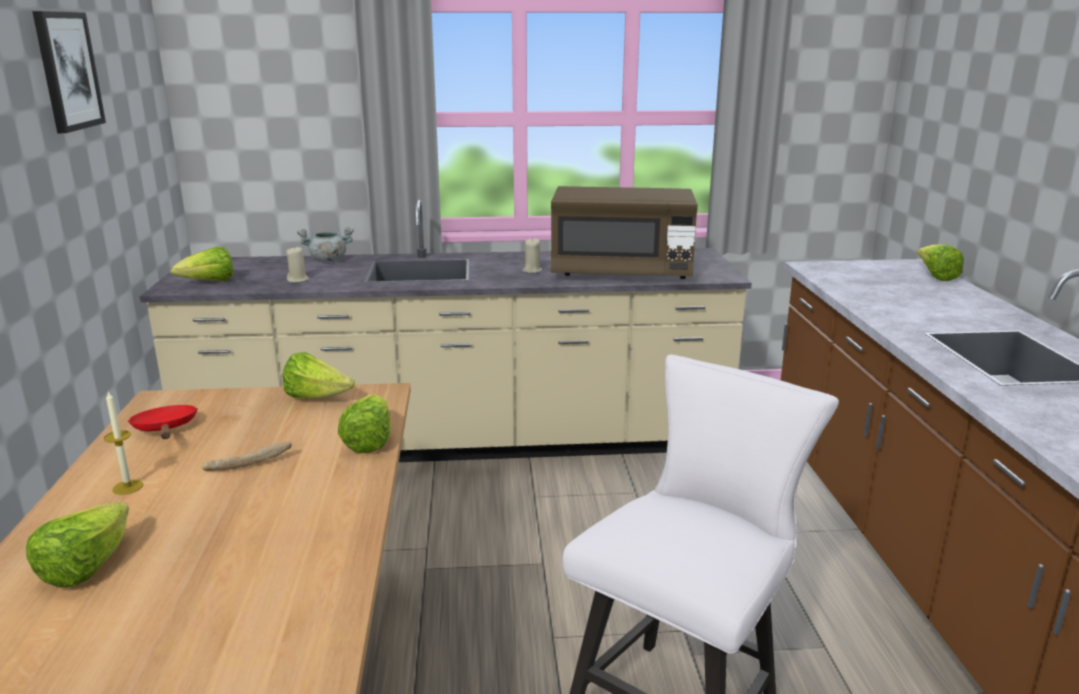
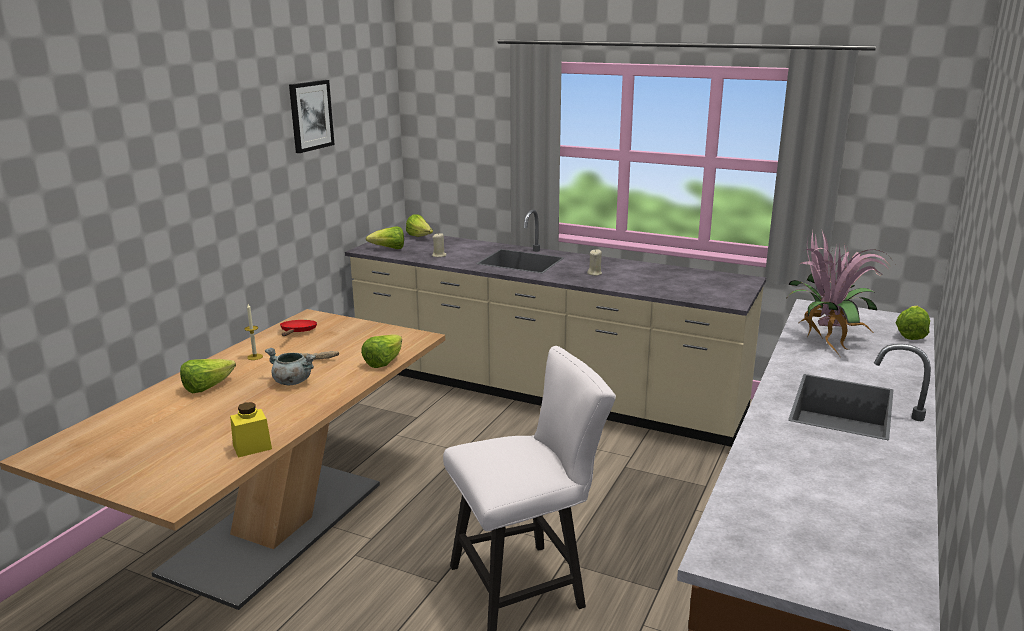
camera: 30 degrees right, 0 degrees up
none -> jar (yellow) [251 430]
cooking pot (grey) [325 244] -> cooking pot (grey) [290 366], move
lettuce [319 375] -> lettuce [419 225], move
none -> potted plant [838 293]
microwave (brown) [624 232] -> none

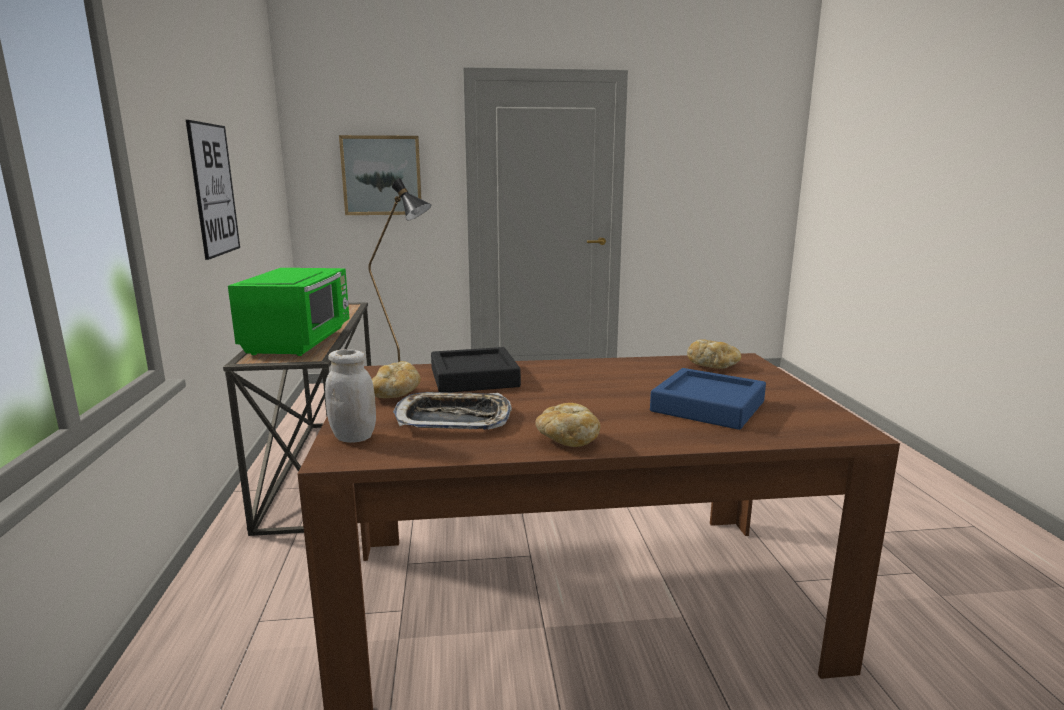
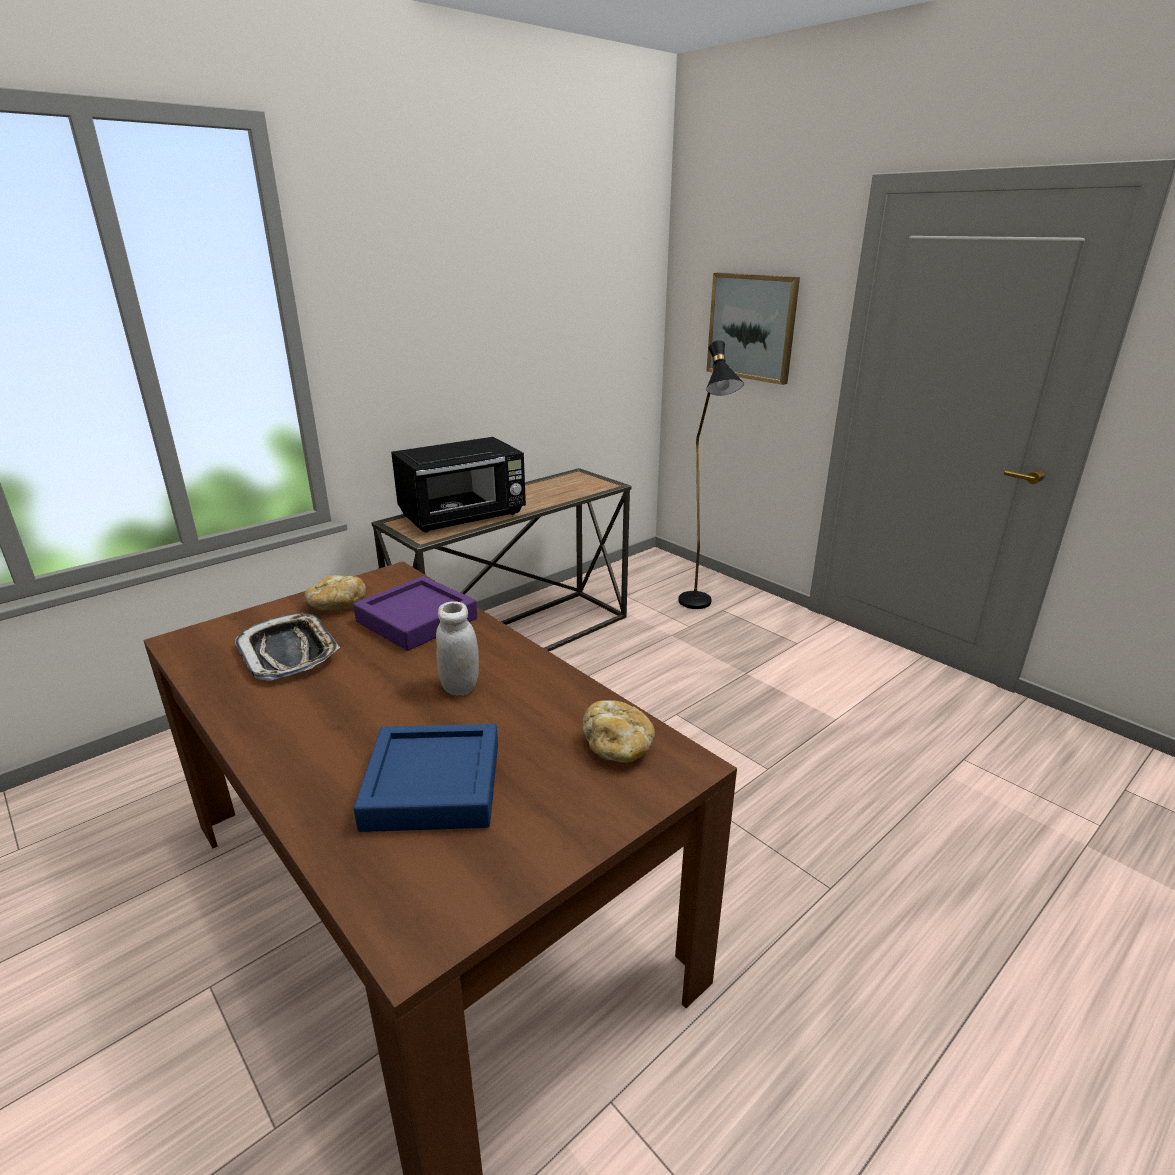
camera: 55 degrees right, 10 degrees up
tray (black) [476 369] -> tray (purple) [415 613]
microwave (green) [288 312] -> microwave (black) [458 484]
jar (white) [350 396] -> jar (white) [457 648], move
picture [213 190] -> none
bread [568 425] -> none

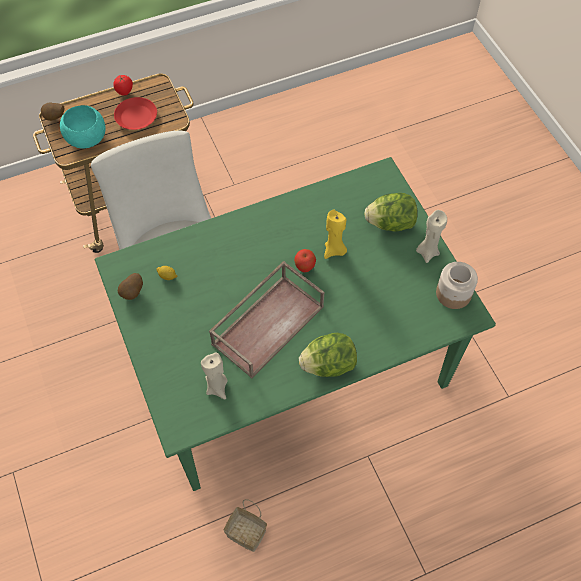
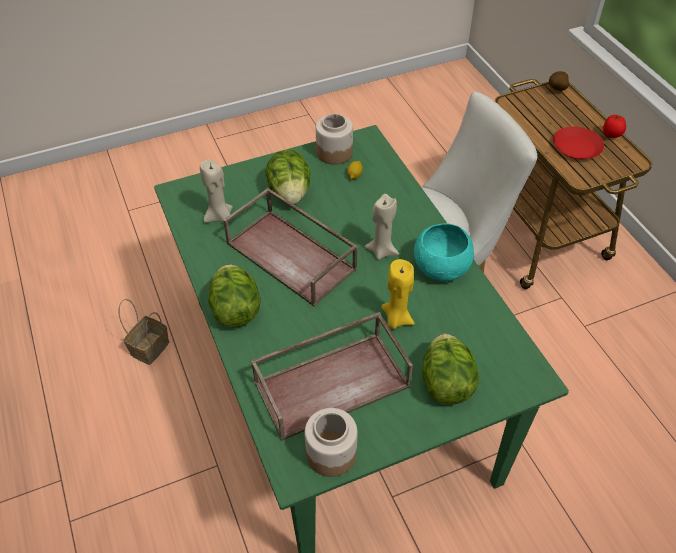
camera: 90 degrees right, 10 degrees down
none -> tray (brown) [332 376]
none -> lettuce [288 177]
potato [130 286] -> jar [334 139]
candle (beige) [431 236] -> candle (beige) [381 227], move
bowl (turquoise) [83 127] -> bowl (turquoise) [444 252], move
apple [305 260] -> none

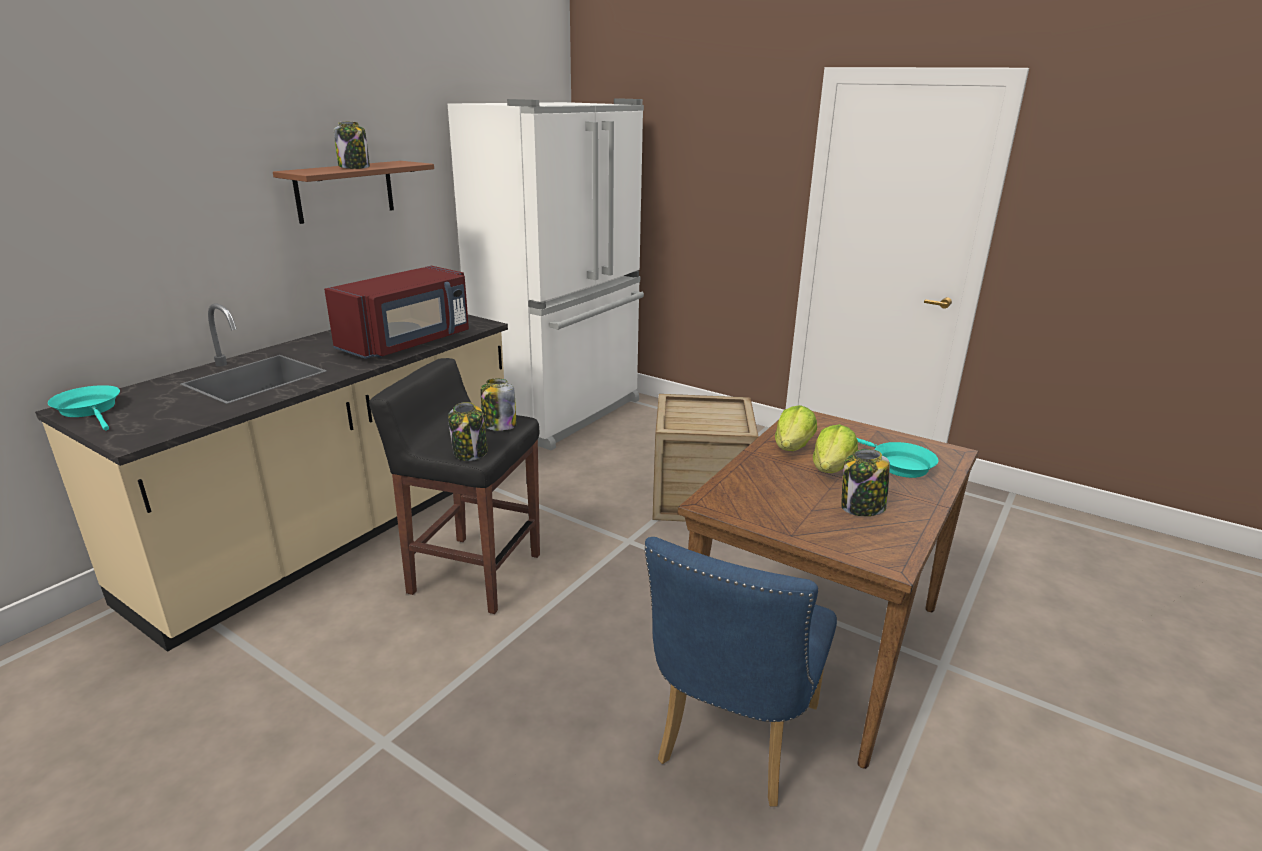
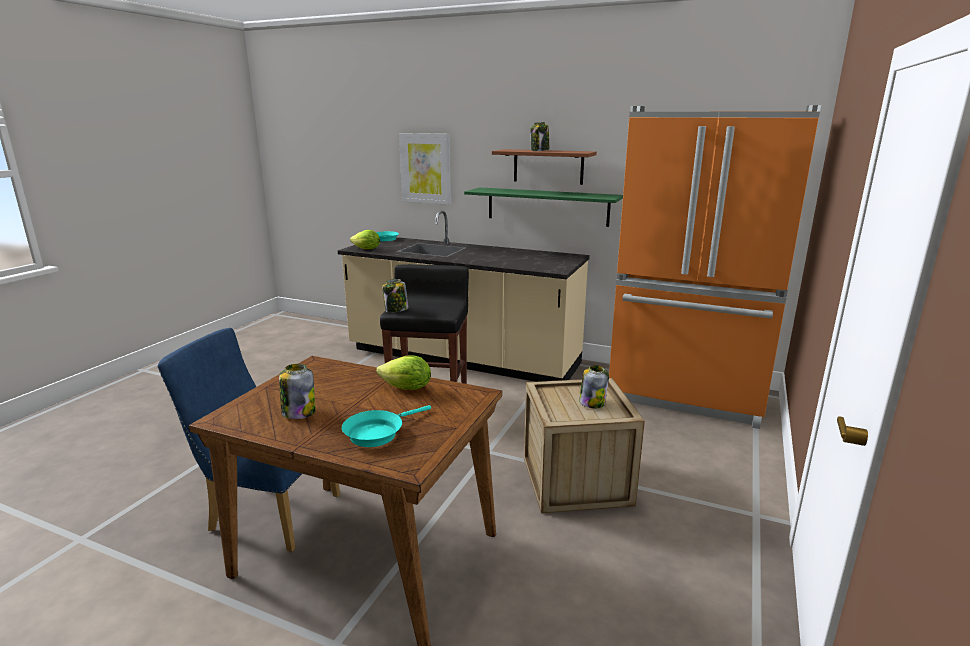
camera: 80 degrees right, 5 degrees down
lettuce [835 448] -> lettuce [365 239], move
none -> picture [425 169]
none -> shelf (green) [543 207]
jar [498 405] -> jar [594 386], move
fridge (white) [546 274] -> fridge (orange) [715 267]
microwave (red) [396 312] -> none

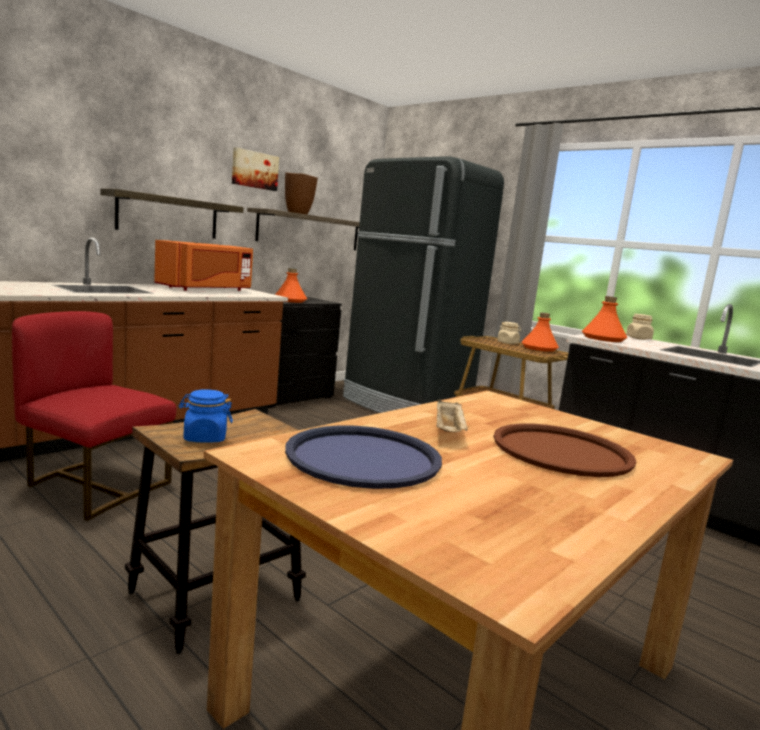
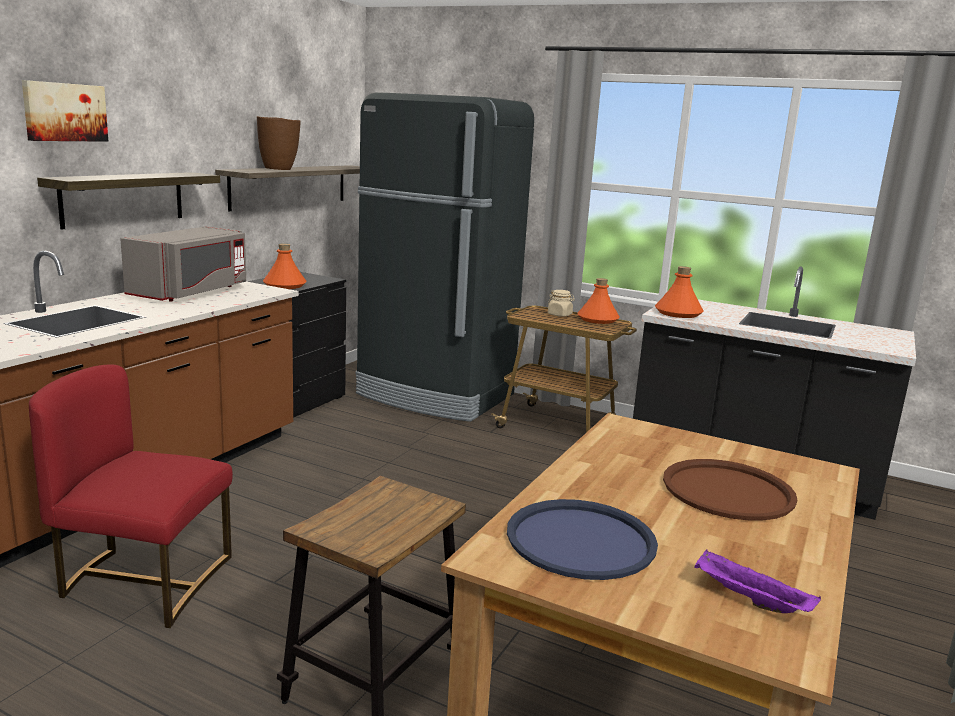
camera: 15 degrees left, 5 degrees up
picture [255 169] -> picture [65 111], move
microwave (orange) [203 265] -> microwave (grey) [183 264]
none -> tray (purple) [757 581]
jar (blue) [206 416] -> none
tray (beige) [453 415] -> none
jar (beige) [640 327] -> none

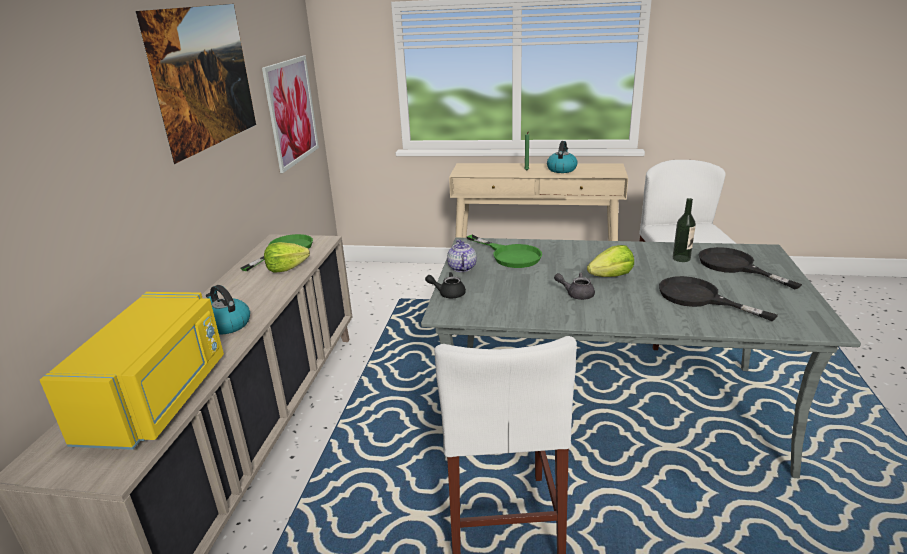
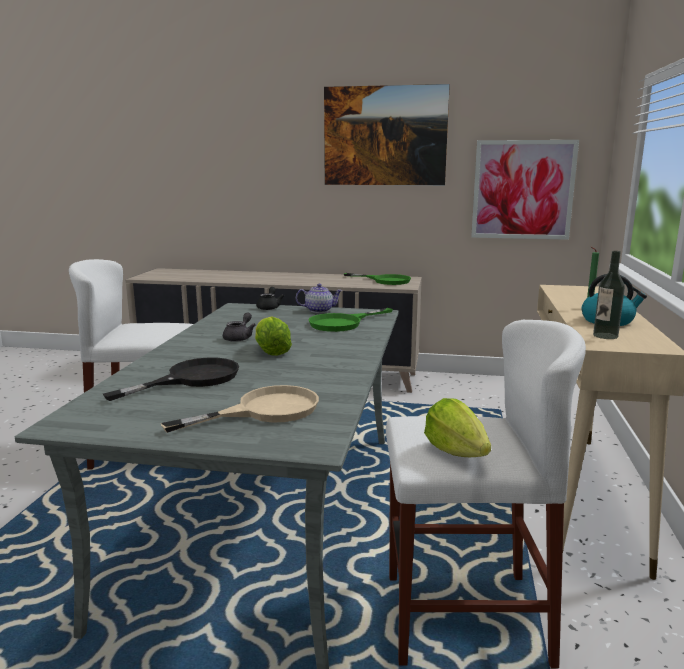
camera: 90 degrees right, 10 degrees down
frying pan (black) [750 268] -> frying pan (beige) [240 409]
lettuce [287 257] -> lettuce [457 427], move
bottle [684 230] -> bottle [609 295], move
microwave (yellow) [132 371] -> none
kettle [228 309] -> none

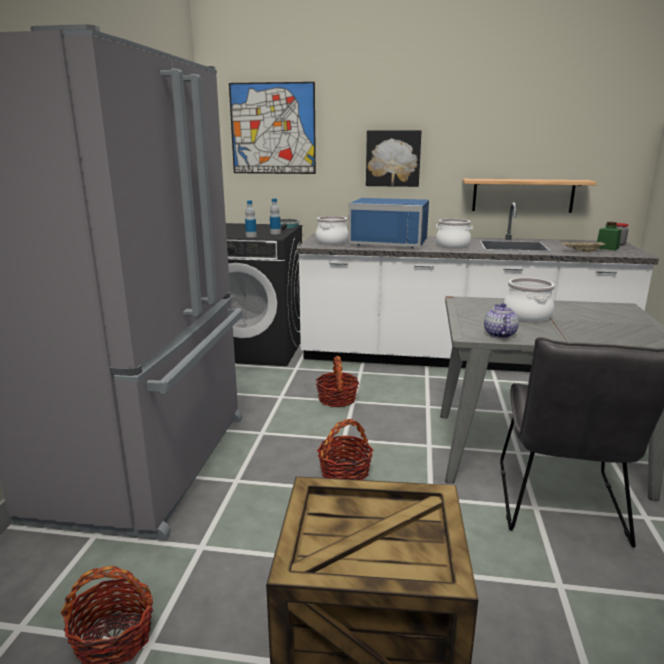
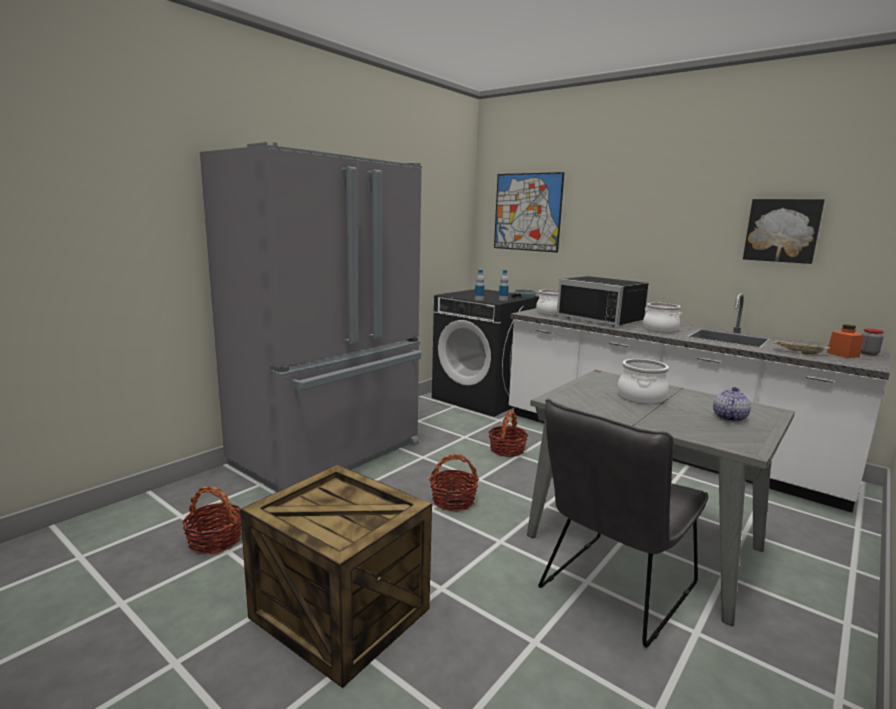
camera: 30 degrees right, 5 degrees down
microwave (blue) [388 223] -> microwave (black) [603 301]
teapot [501 320] -> teapot [732 404], move
picture [394 158] -> picture [784 231], move
jar (green) [609 236] -> jar (orange) [845 341]
shelf [529 196] -> none

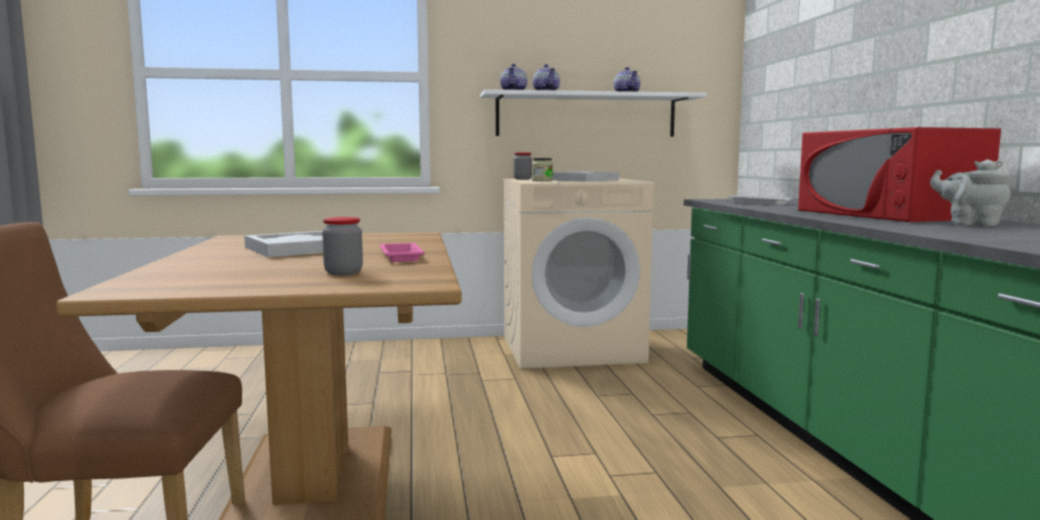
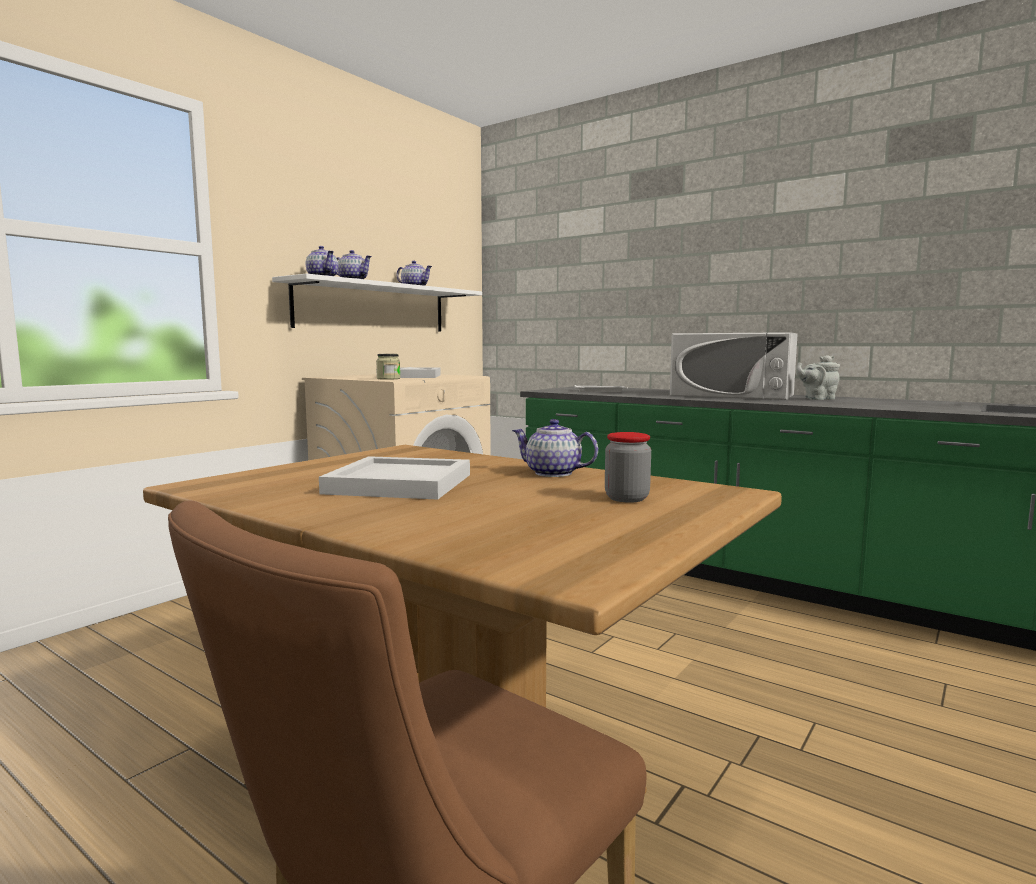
camera: 45 degrees left, 0 degrees up
tray (pink) [402 252] -> teapot [555 448]
microwave (red) [899 174] -> microwave (white) [734 366]
jar [523 166] -> none

